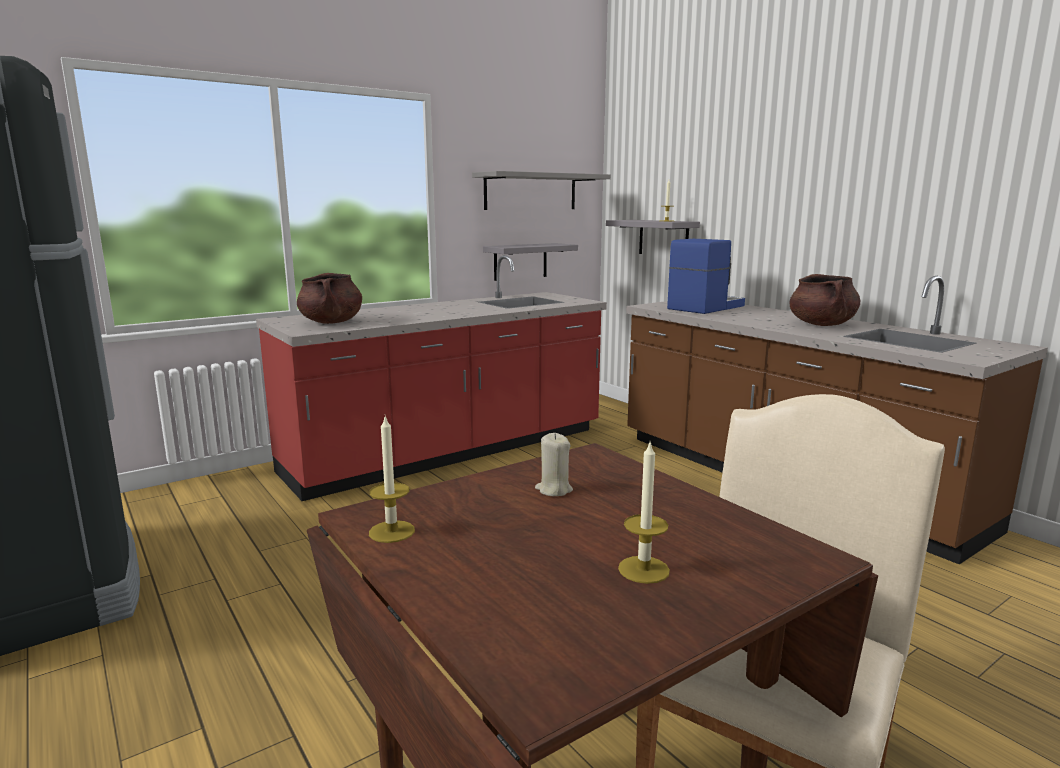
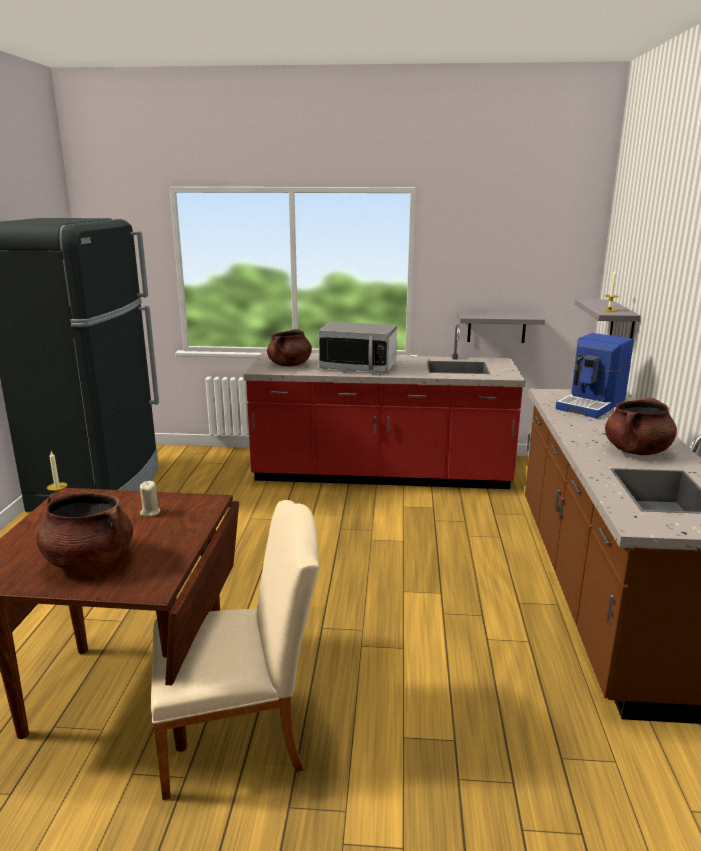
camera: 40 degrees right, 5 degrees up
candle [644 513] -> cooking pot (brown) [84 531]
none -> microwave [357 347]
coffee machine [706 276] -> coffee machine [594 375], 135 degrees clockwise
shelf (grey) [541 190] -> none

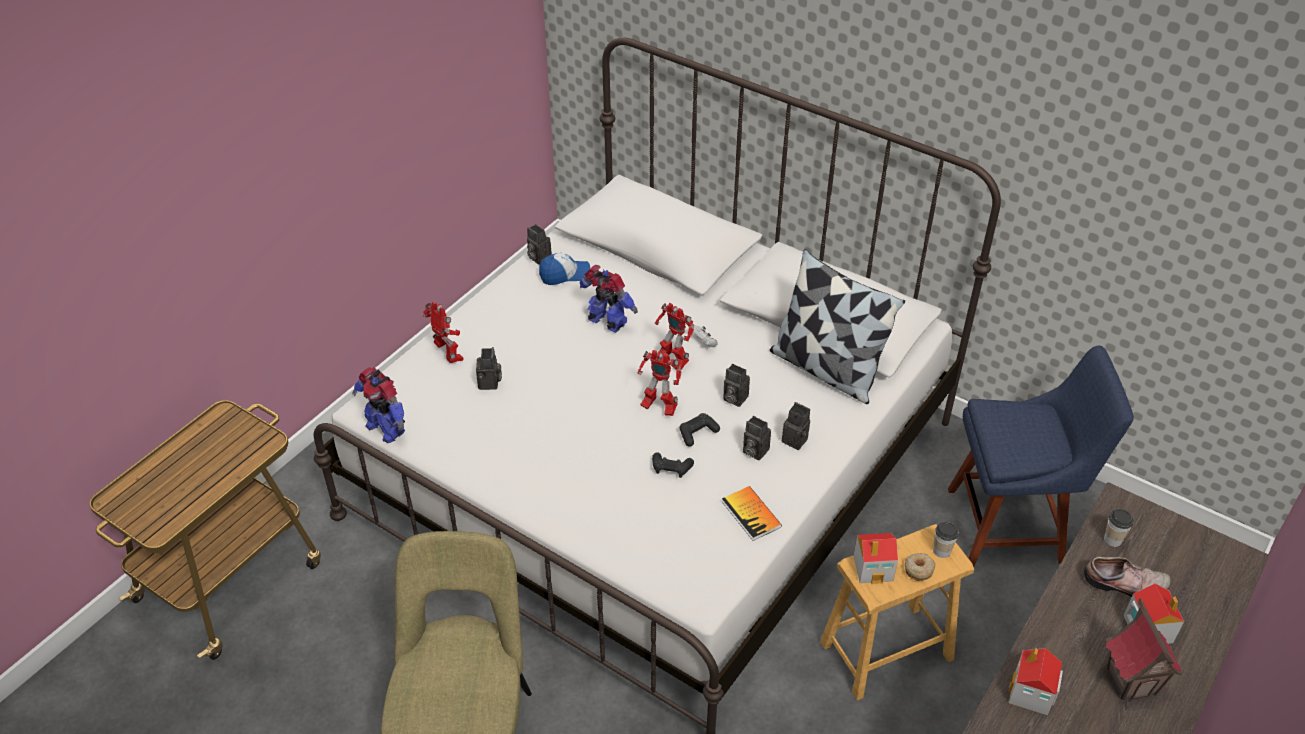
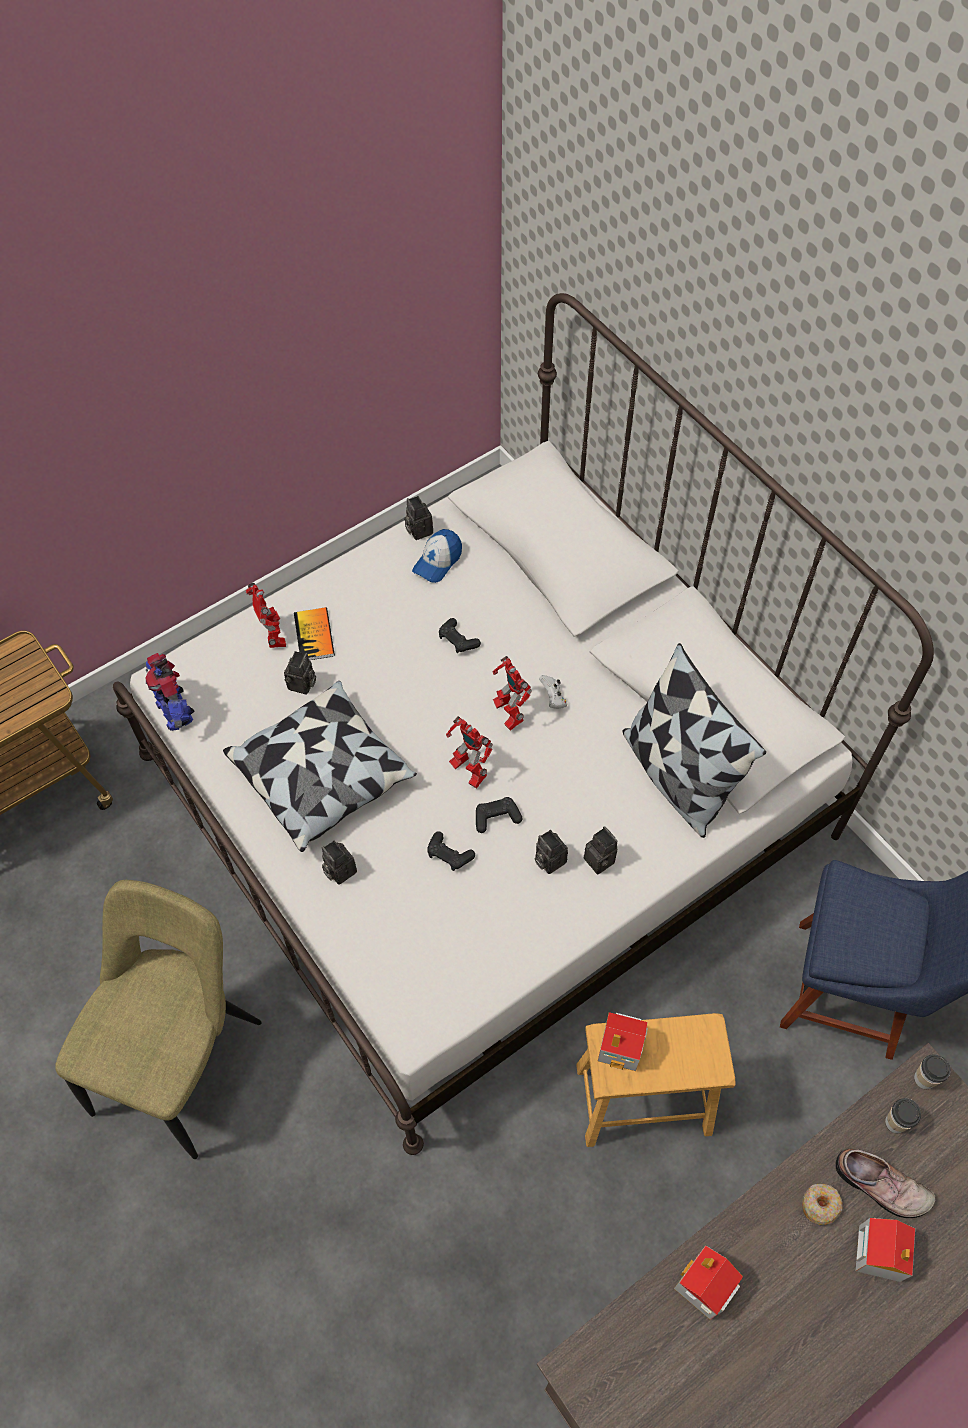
camera: 20 degrees right, 15 degrees up
none -> pillow [320 766]
book [752 513] -> book [314 633], move
photo camera [736 385] -> photo camera [339 862], move
cap [564 269] -> cap [437 556], 120 degrees clockwise
toy robot [608 299] -> game controller (black) [460 635]
donut [920 567] -> donut [822 1204], move
cup [946 540] -> cup [932 1071], move
toy house [1144 649] -> none

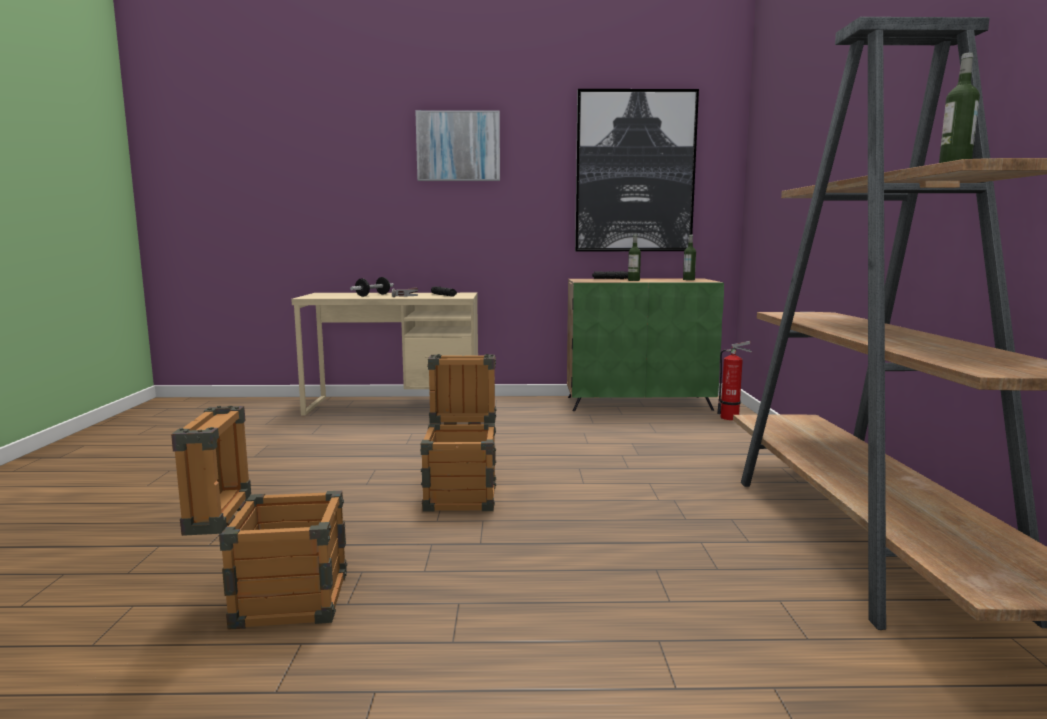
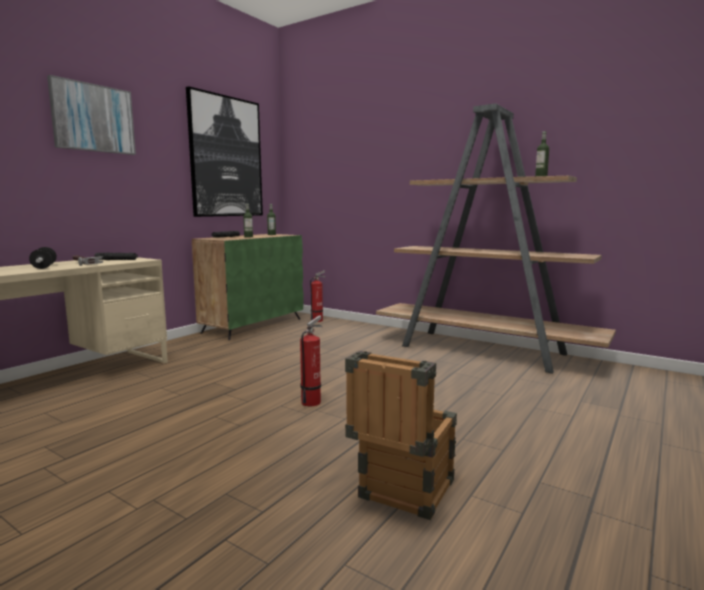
camera: 55 degrees left, 0 degrees up
crate [458 433] -> fire extinguisher [311 360]

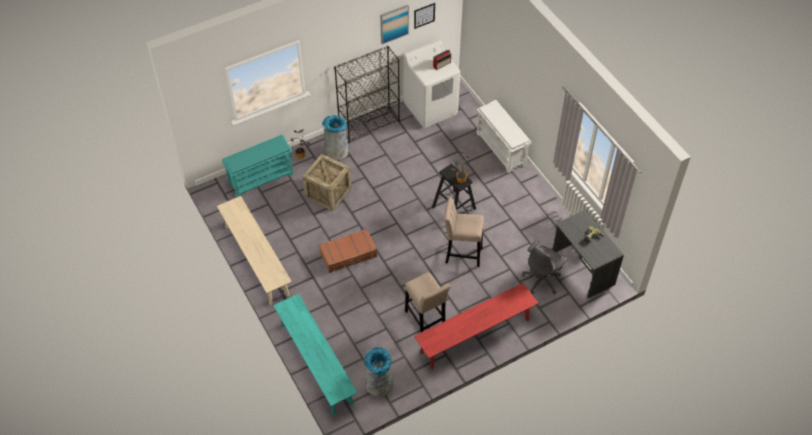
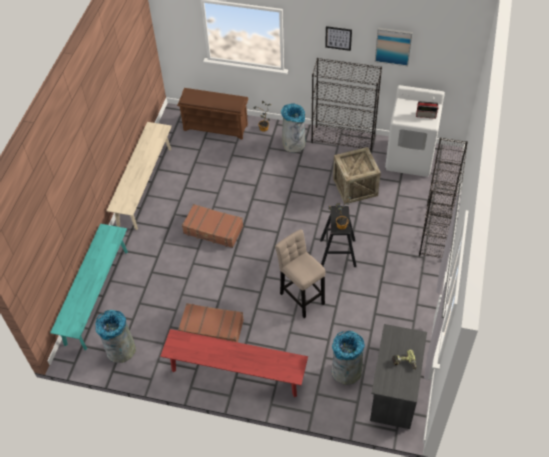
camera: 45 degrees right, 0 degrees up
shoe rack (turquoise) [257 165] -> shoe rack (brown) [212 114]
stool (beige) [427 302] -> suitcase (brown) [211 322]
picture [424 16] -> picture [338 38], move
office chair (grey) [544 267] -> trash can (grey) [348 358]
crate [326 182] -> crate [357 175], move
shoe rack (white) [503 136] -> bookcase (black) [443 197]

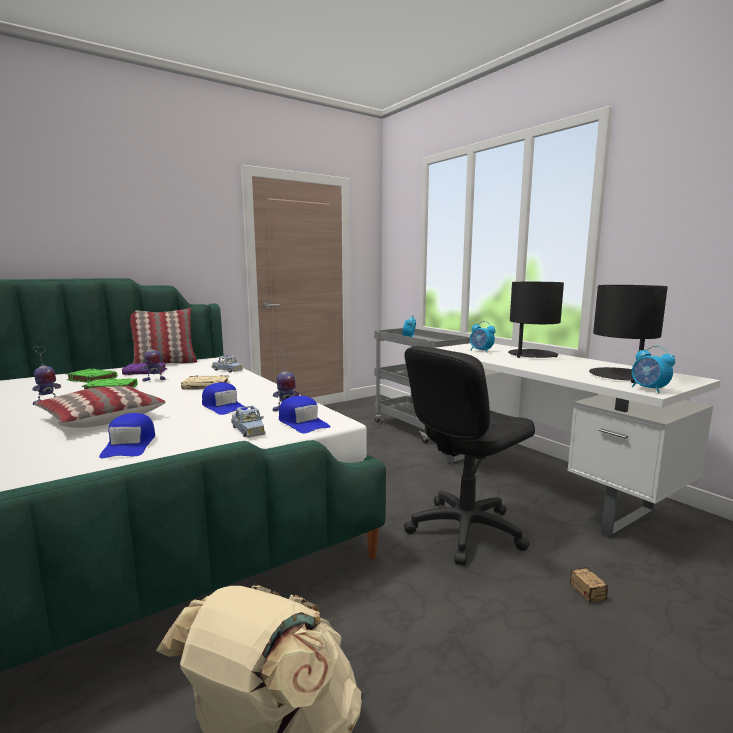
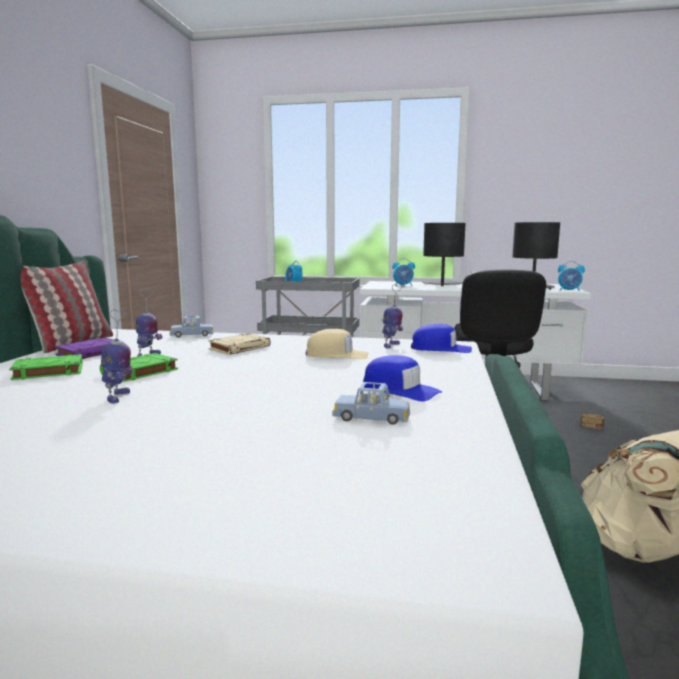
camera: 45 degrees left, 0 degrees up
cap (blue) [225 398] -> cap (beige) [337 344]
toy car (blue) [248 421] -> toy car (blue) [371 403], move
pillow [100 407] -> none

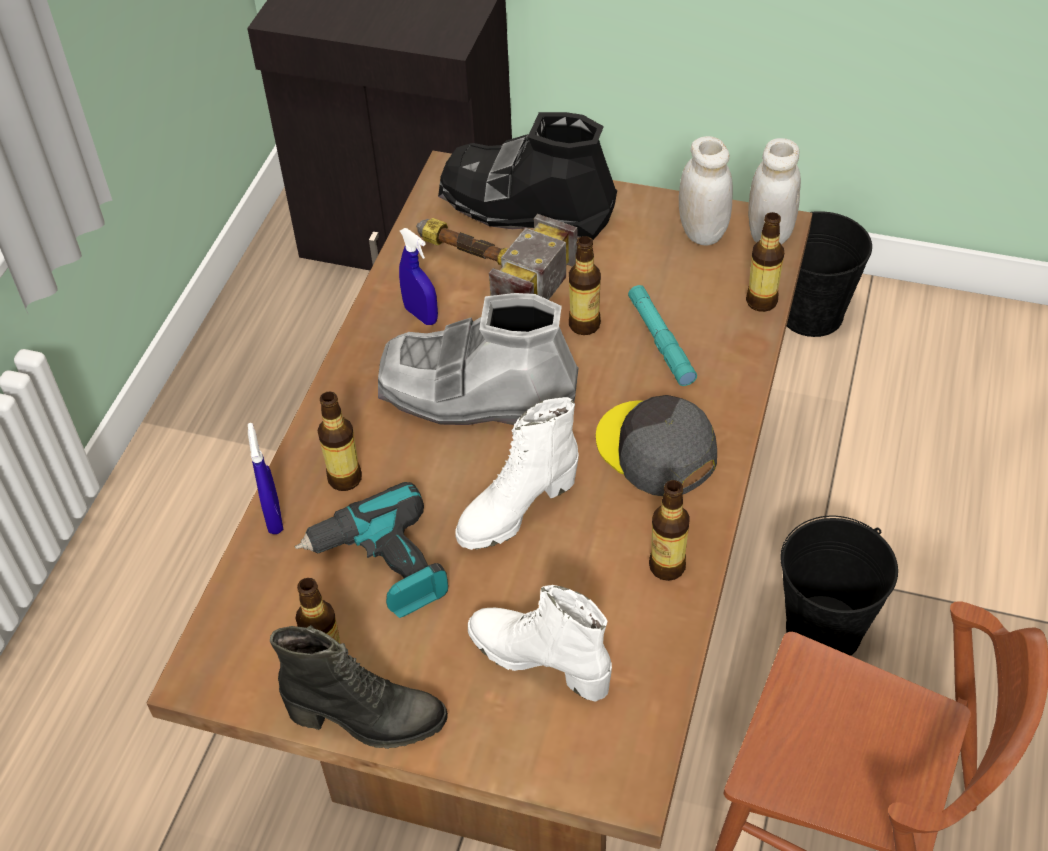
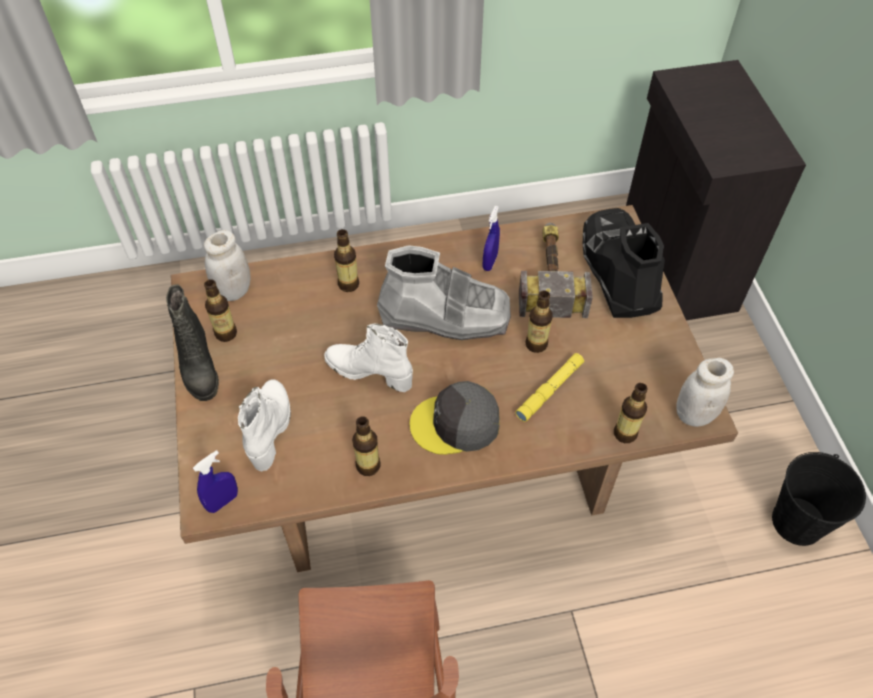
camera: 60 degrees right, 5 degrees up
spray bottle (blue) [265 478] -> spray bottle (blue) [215 481], move
jar (white) [706 190] -> jar (white) [227 265], move
boot (grey) [478 359] -> boot (grey) [444 292], 120 degrees clockwise
cap (grey) [656 445] -> cap (grey) [454 418], 120 degrees counterclockwise
flashlight (turquoise) [662 335] -> flashlight (yellow) [549 387]
power drill [371 550] -> none
bucket (black) [839 586] -> none

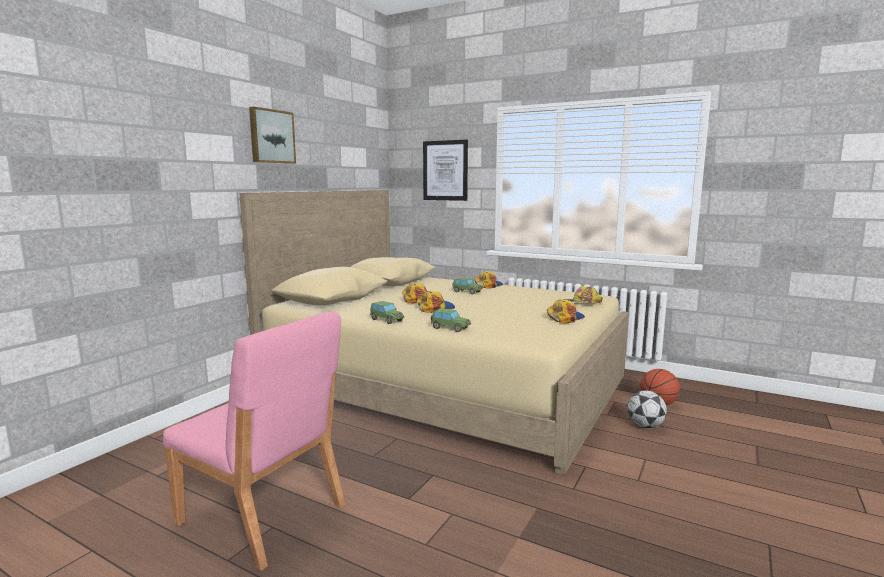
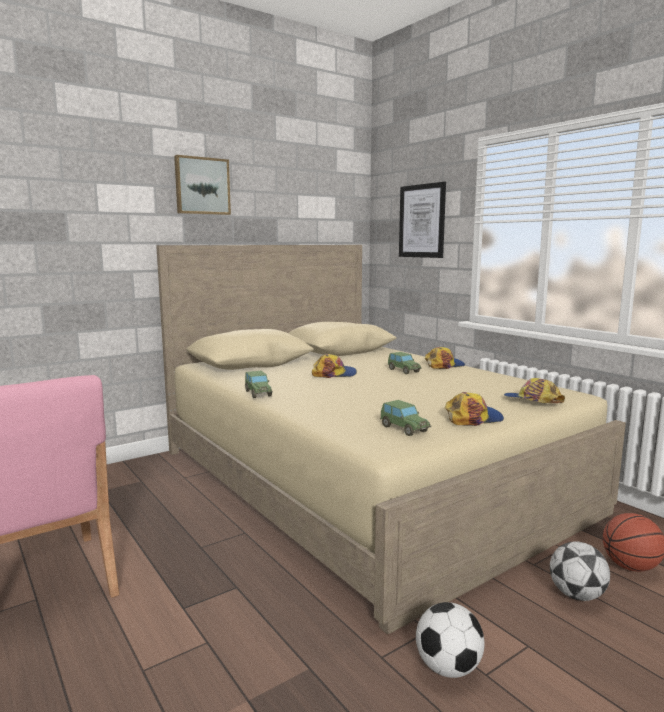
camera: 25 degrees right, 0 degrees up
toy car [451 320] -> toy car [405 418], move
none -> football [450 640]
cap [436 302] -> none

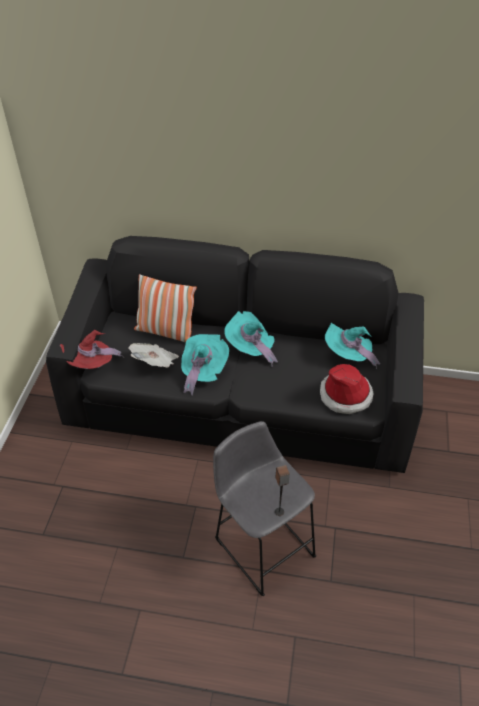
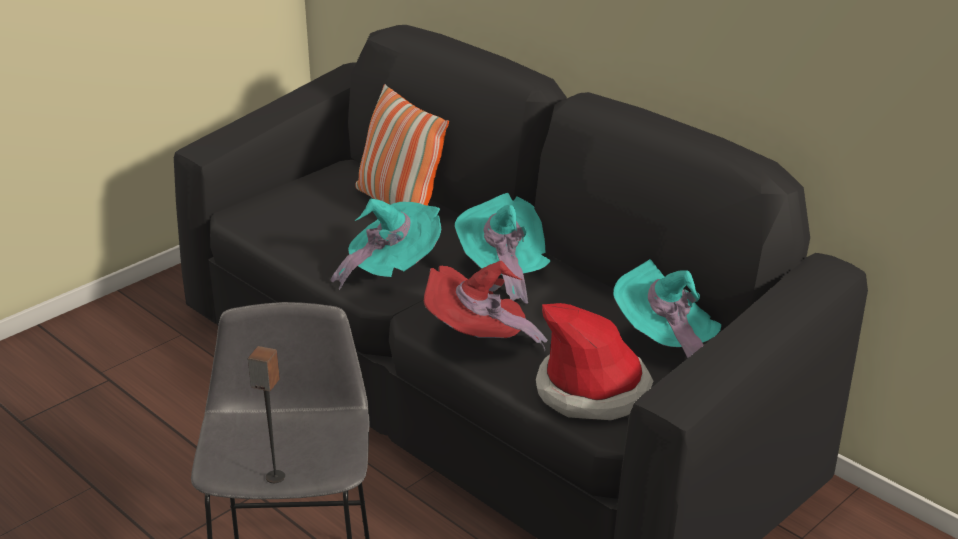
camera: 35 degrees right, 15 degrees down
hat (red) [91 349] -> hat (red) [485 306], move
newspaper [154 355] -> none

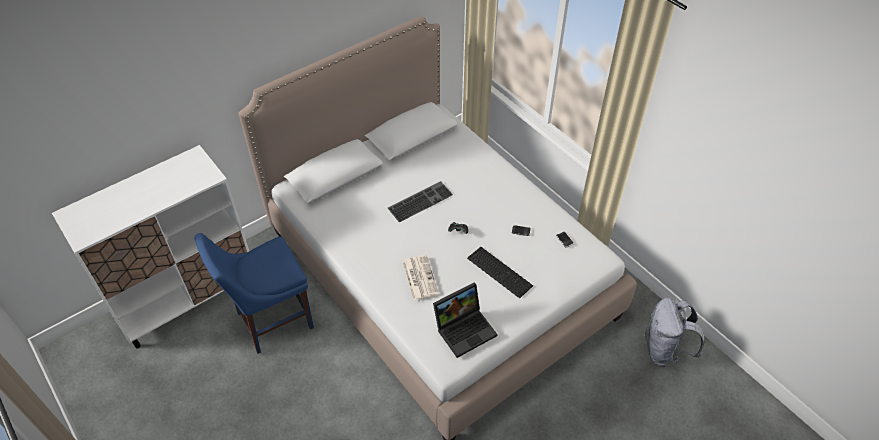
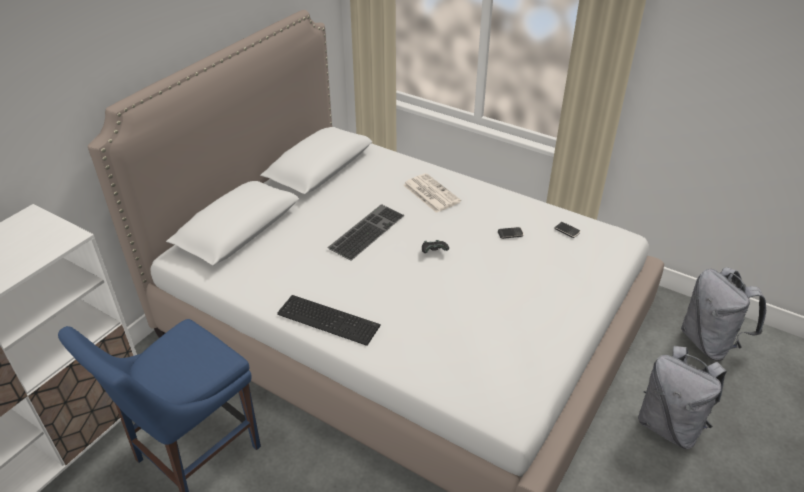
camera: 20 degrees left, 10 degrees down
keyboard [500 272] -> keyboard [329 320], move
newspaper [420 278] -> newspaper [432 193], move
none -> backpack (grey) [682 397]
laptop [465 320] -> none

